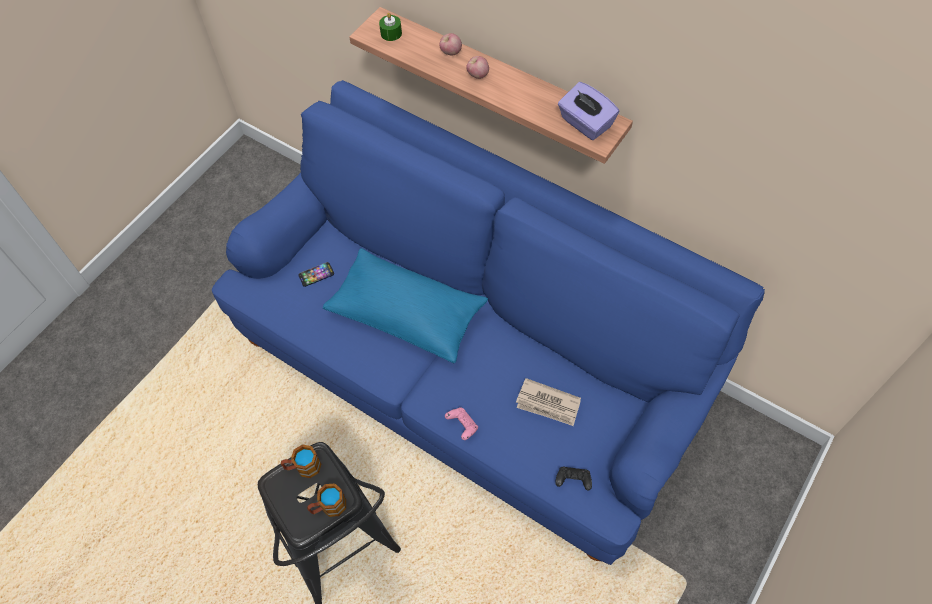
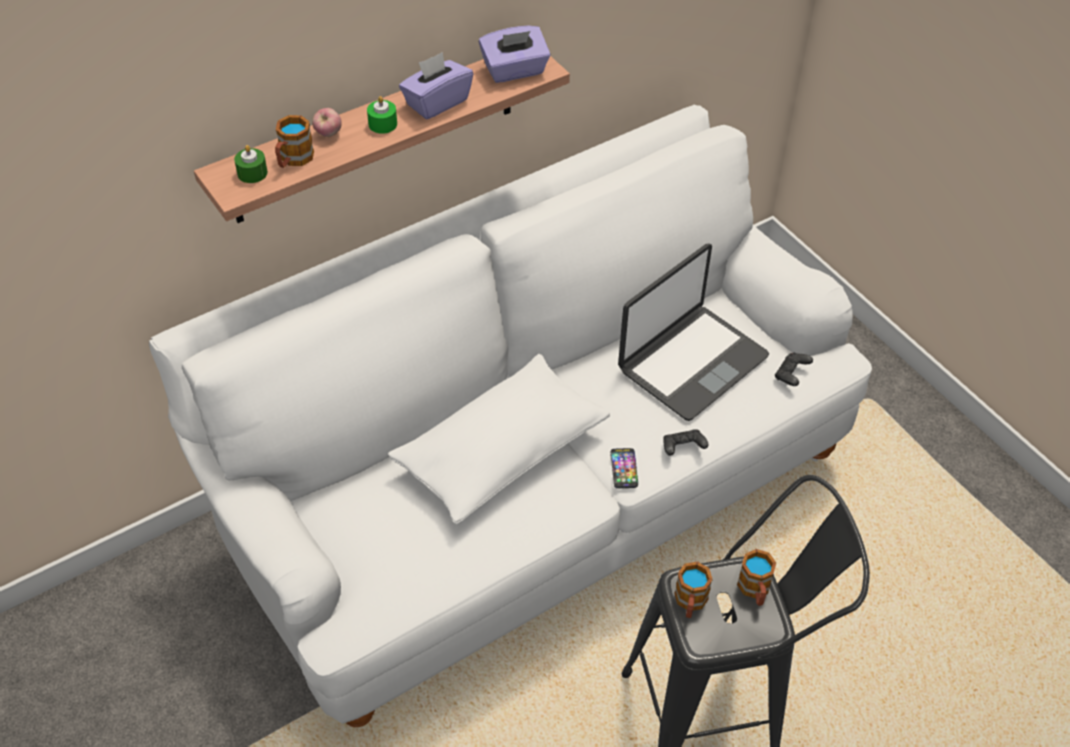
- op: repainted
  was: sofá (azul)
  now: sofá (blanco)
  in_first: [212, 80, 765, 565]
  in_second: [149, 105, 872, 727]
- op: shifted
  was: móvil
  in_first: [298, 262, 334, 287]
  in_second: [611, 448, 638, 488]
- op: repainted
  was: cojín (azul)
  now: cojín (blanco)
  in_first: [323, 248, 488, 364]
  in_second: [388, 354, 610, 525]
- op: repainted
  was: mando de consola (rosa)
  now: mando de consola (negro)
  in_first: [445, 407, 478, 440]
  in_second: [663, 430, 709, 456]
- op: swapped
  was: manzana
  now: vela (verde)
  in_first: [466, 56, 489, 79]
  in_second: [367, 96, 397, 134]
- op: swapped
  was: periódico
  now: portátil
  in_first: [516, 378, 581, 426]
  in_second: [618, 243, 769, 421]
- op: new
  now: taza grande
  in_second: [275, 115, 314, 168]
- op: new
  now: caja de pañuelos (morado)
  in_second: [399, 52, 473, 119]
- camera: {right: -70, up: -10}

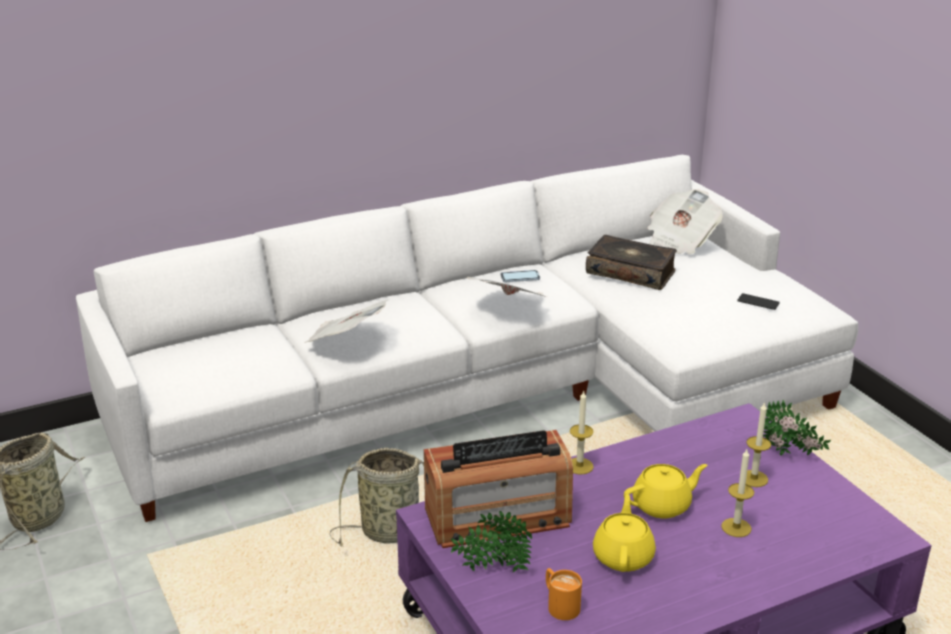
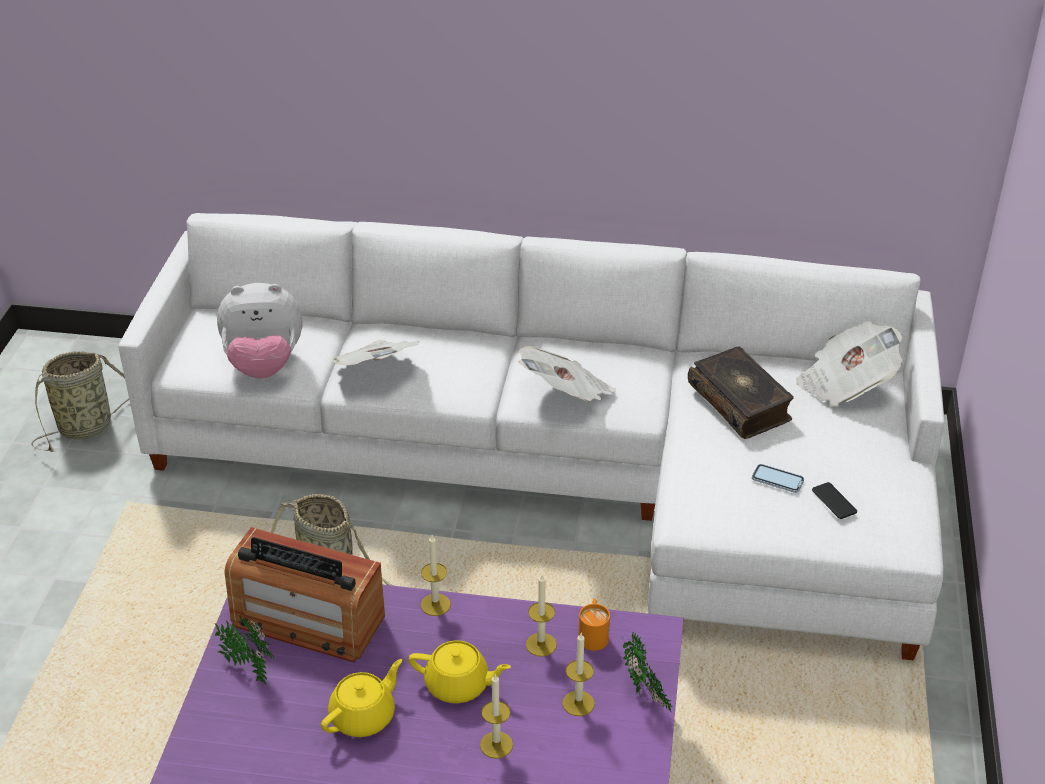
- op: shifted
  was: móvil
  in_first: [501, 270, 540, 282]
  in_second: [752, 464, 804, 493]
- op: shifted
  was: taza grande (naranja)
  in_first: [546, 568, 582, 620]
  in_second: [579, 598, 610, 651]
- op: new
  now: peluche
  in_second: [217, 283, 303, 379]
- op: new
  now: vela
  in_second: [526, 575, 557, 657]
- camera: {right: 35, up: 10}

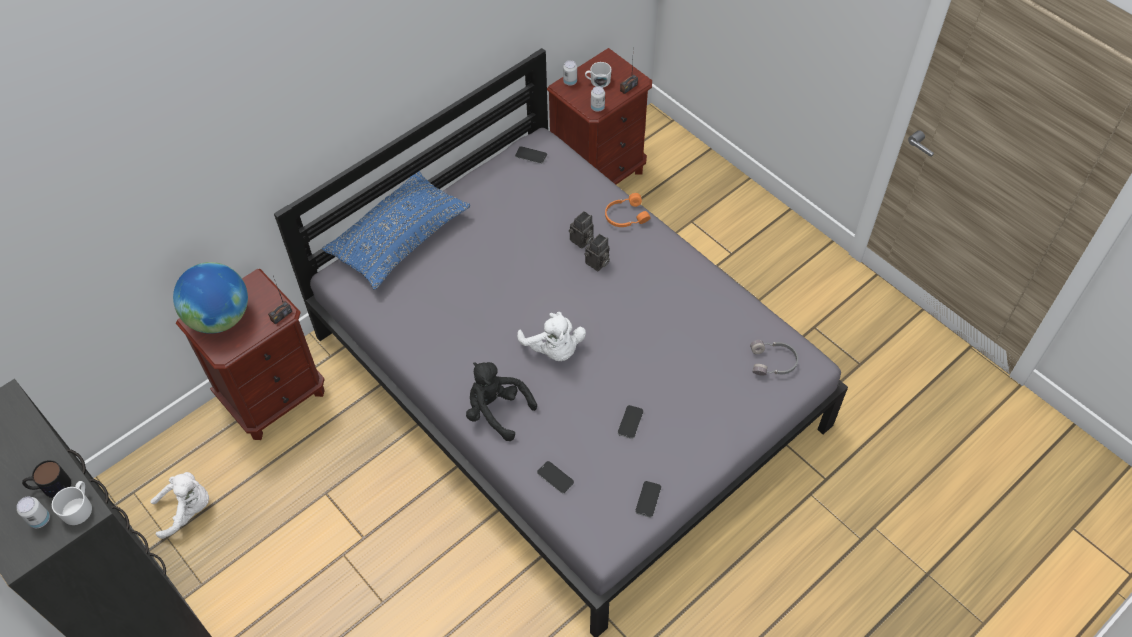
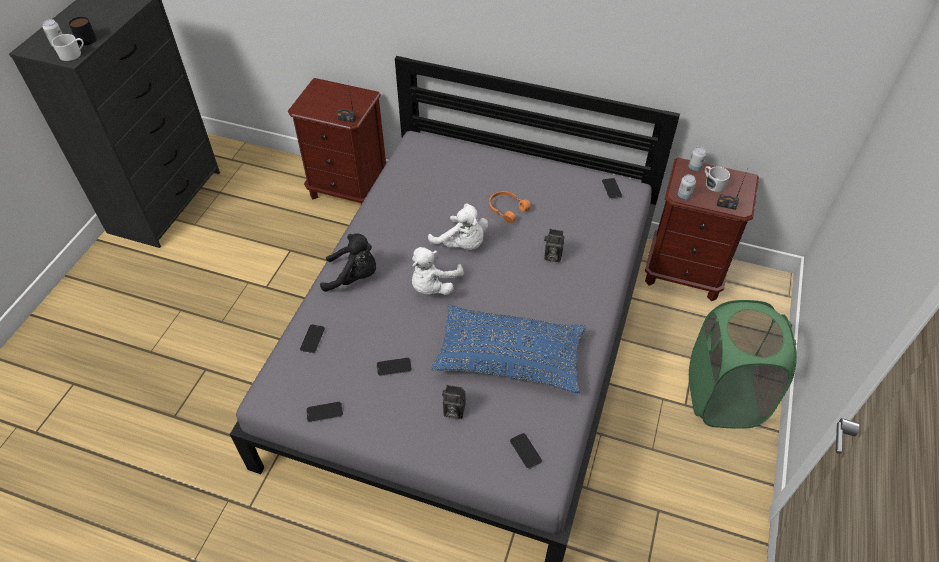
- op: shifted
  was: peluche (blanco)
  in_first: [150, 472, 209, 539]
  in_second: [428, 203, 488, 250]
- op: gone
  was: globo terráqueo
  in_first: [173, 262, 248, 334]
- op: shifted
  was: cojín (azul)
  in_first: [322, 171, 470, 290]
  in_second: [431, 305, 586, 393]
- op: rotated
  was: peluche (negro)
  in_first: [466, 362, 537, 441]
  in_second: [320, 233, 376, 292]
  clockwise: 90
- op: shifted
  was: cámara
  in_first: [584, 234, 610, 271]
  in_second: [442, 385, 466, 419]
- op: shifted
  was: auriculares (naranja)
  in_first: [605, 193, 651, 227]
  in_second: [489, 191, 530, 223]
- op: swapped
  was: auriculares (gris)
  now: móvil
  in_first: [750, 340, 798, 375]
  in_second: [510, 433, 542, 469]
- op: new
  now: cesto de la ropa (verde)
  in_second: [689, 300, 797, 428]
- camera: {right: 60, up: -5}

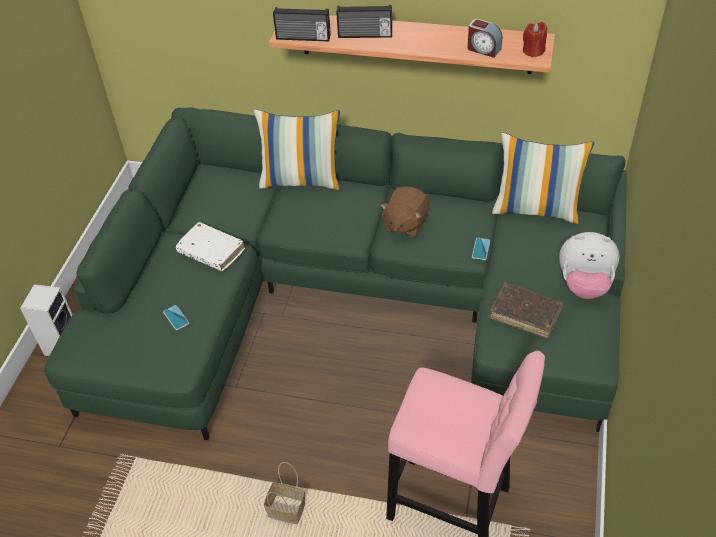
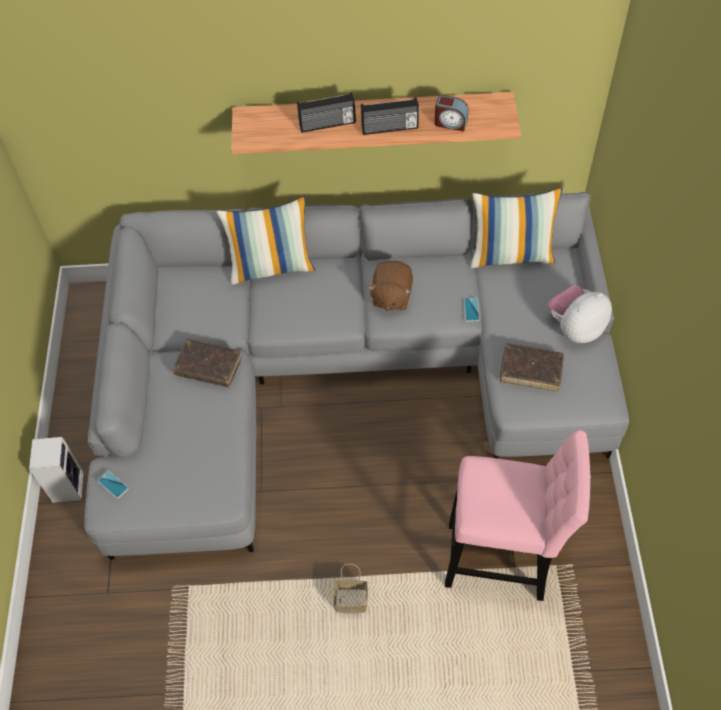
- op: repainted
  was: sofá (verde)
  now: sofá (gris)
  in_first: [44, 107, 627, 440]
  in_second: [84, 192, 629, 560]
- op: shifted
  was: móvil
  in_first: [163, 305, 189, 330]
  in_second: [97, 471, 129, 499]
- op: repainted
  was: libro (blanco)
  now: libro (marrón)
  in_first: [176, 222, 245, 271]
  in_second: [173, 339, 242, 387]
- op: shifted
  was: radio
  in_first: [273, 7, 331, 42]
  in_second: [361, 98, 419, 135]
- op: gone
  was: vela (rojo)
  in_first: [523, 22, 547, 57]
- op: rotated
  was: peluche
  in_first: [559, 232, 619, 299]
  in_second: [548, 286, 612, 343]
  clockwise: 150
- camera: {right: -15, up: 10}

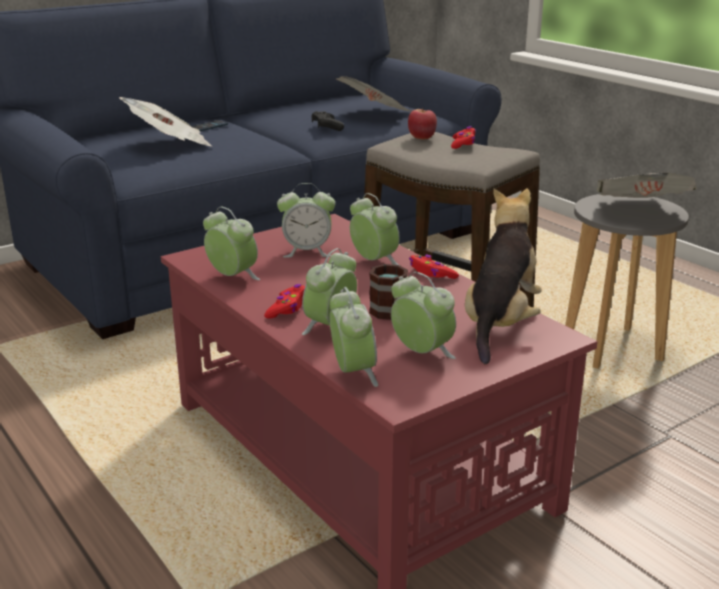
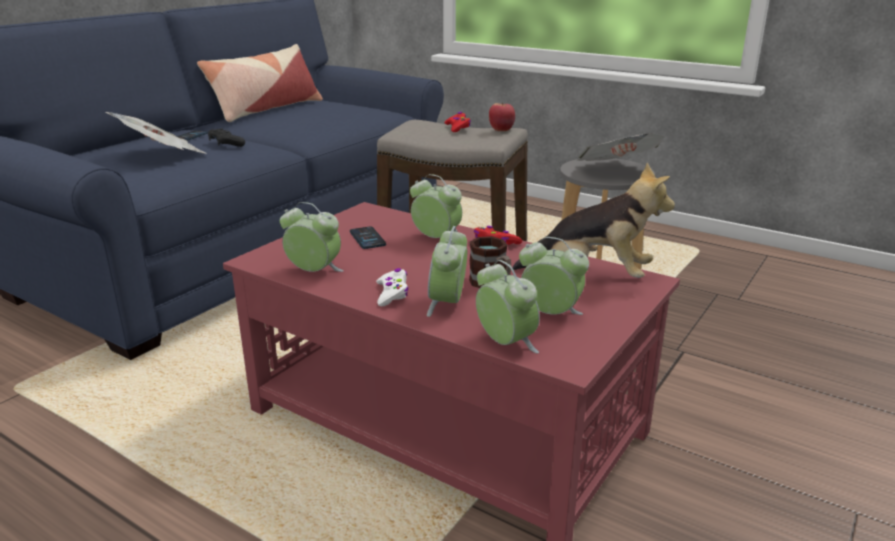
- op: repainted
  was: mando de consola (rojo)
  now: mando de consola (blanco)
  in_first: [264, 284, 305, 319]
  in_second: [376, 268, 408, 306]
- op: swapped
  was: despertador
  now: móvil
  in_first: [277, 183, 335, 257]
  in_second: [350, 227, 386, 249]
- op: shifted
  was: mando de consola (negro)
  in_first: [311, 111, 344, 131]
  in_second: [208, 128, 245, 147]
- op: gone
  was: periódico
  in_first: [336, 76, 411, 111]
- op: shifted
  was: manzana
  in_first: [408, 109, 437, 139]
  in_second: [489, 103, 515, 131]
- op: rotated
  was: peluche
  in_first: [465, 188, 542, 364]
  in_second: [512, 163, 675, 278]
  clockwise: 105
- op: new
  now: cojín
  in_second: [197, 44, 323, 122]
- camera: {right: -20, up: 0}

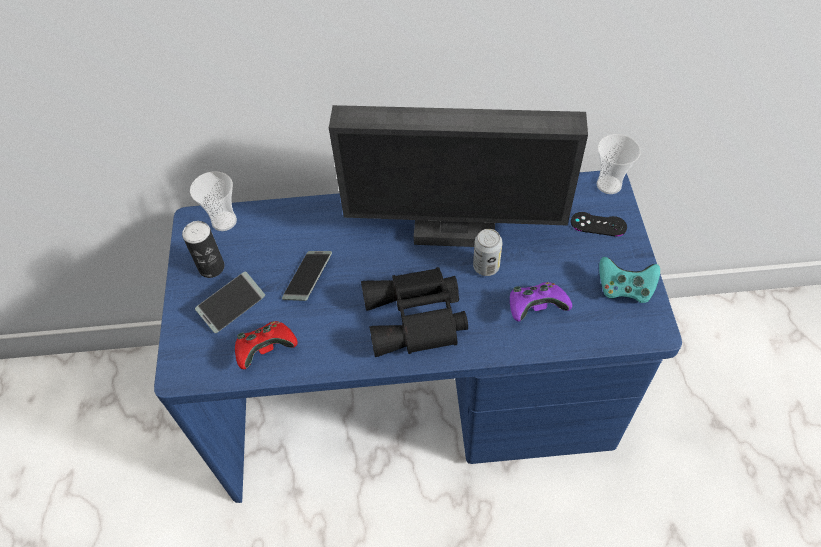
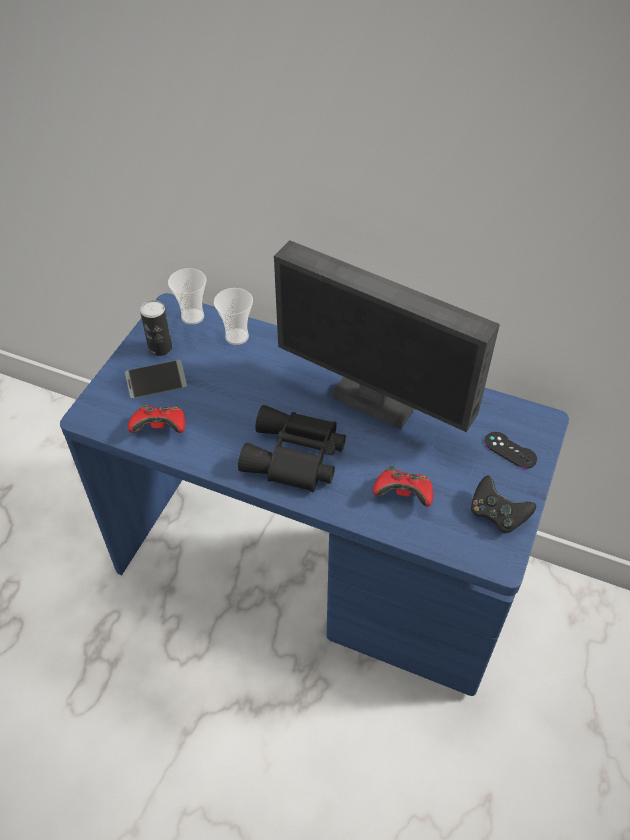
- op: gone
  was: móvil
  in_first: [282, 251, 332, 301]
- op: gone
  was: lata
  in_first: [473, 229, 502, 276]
- op: repainted
  was: mando de consola (morado)
  now: mando de consola (rojo)
  in_first: [510, 282, 572, 322]
  in_second: [373, 466, 433, 507]
- op: shifted
  was: taza
  in_first: [597, 134, 641, 194]
  in_second: [214, 288, 253, 345]
- op: repainted
  was: mando de consola (turquesa)
  now: mando de consola (negro)
  in_first: [599, 257, 660, 303]
  in_second: [471, 475, 536, 533]
- camera: {right: 25, up: -5}

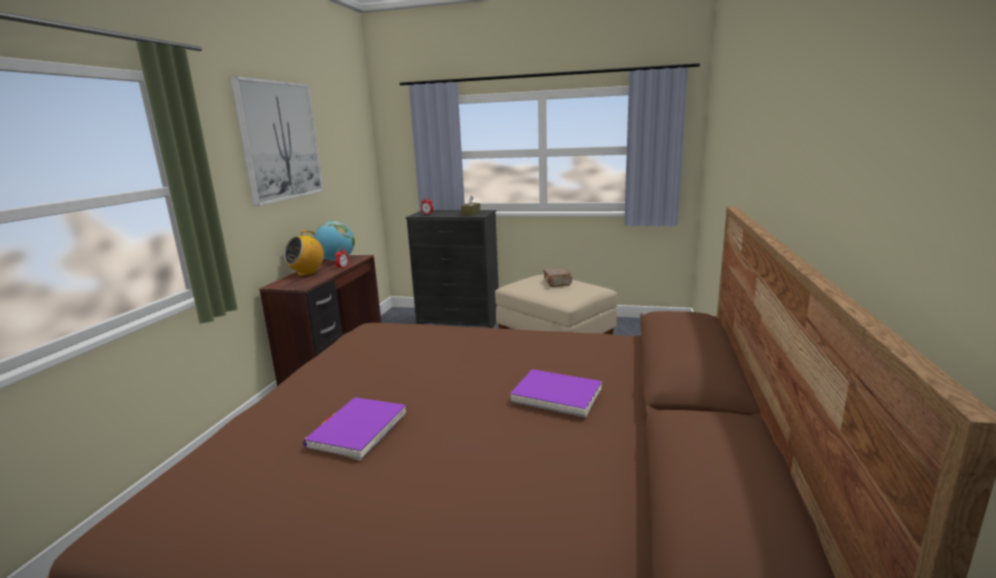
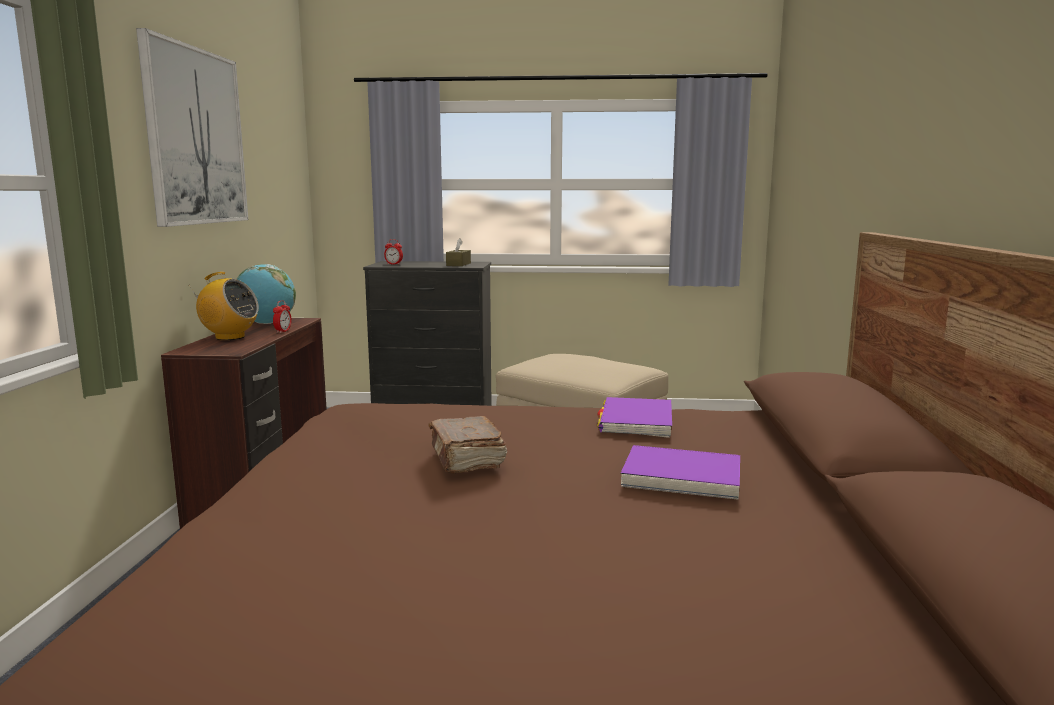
- op: rotated
  was: radio
  in_first: [284, 231, 324, 276]
  in_second: [188, 272, 259, 340]
  clockwise: -105
- op: shifted
  was: libro (morado)
  in_first: [303, 397, 406, 461]
  in_second: [597, 397, 672, 438]
- op: shifted
  was: libro (marrón)
  in_first: [543, 268, 573, 287]
  in_second: [429, 416, 507, 473]
- camera: {right: -10, up: -5}

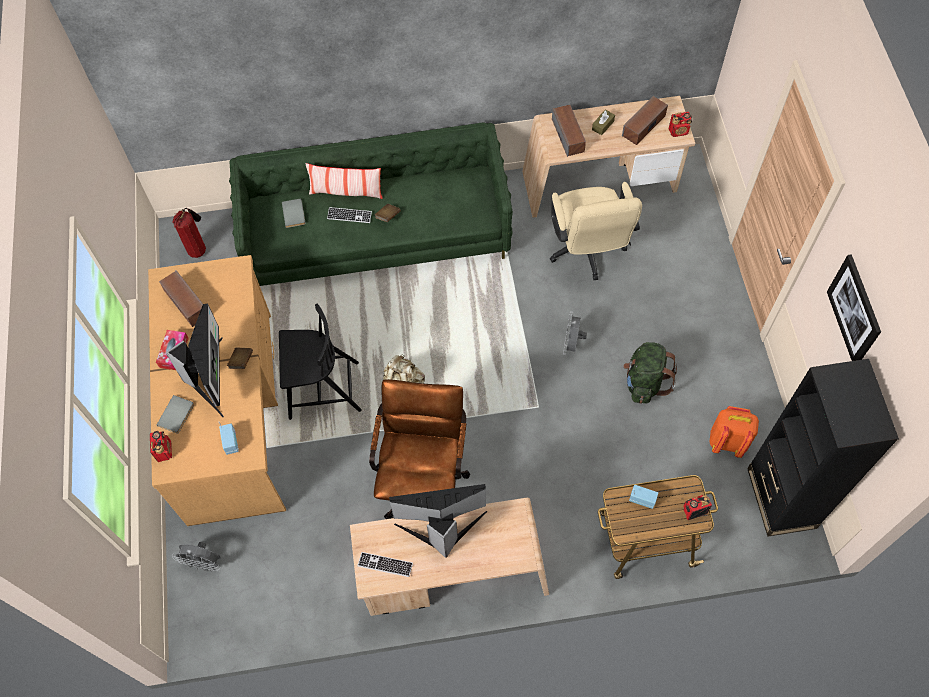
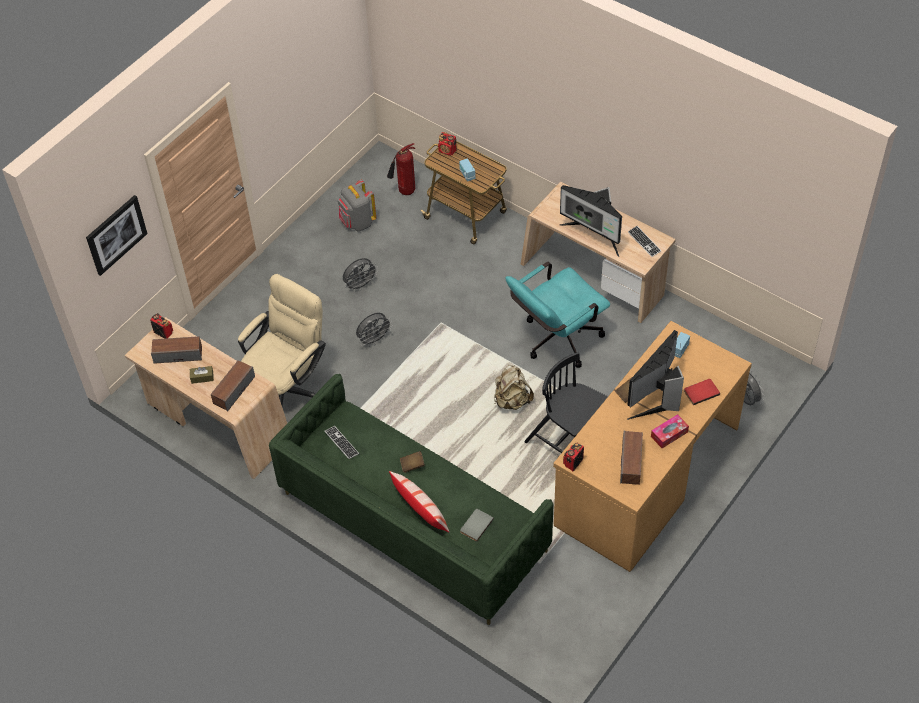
- op: shifted
  was: radio
  in_first: [150, 431, 172, 462]
  in_second: [563, 443, 584, 471]
- op: repainted
  was: libro (gris)
  now: libro (rojo)
  in_first: [157, 395, 194, 434]
  in_second: [684, 379, 720, 405]
- op: shifted
  was: extintor
  in_first: [172, 208, 206, 258]
  in_second: [387, 143, 415, 195]
- op: shifted
  was: teclado
  in_first: [327, 207, 372, 223]
  in_second: [324, 426, 359, 459]
- op: repainted
  was: silla de oficina (marrón)
  now: silla de oficina (turquesa)
  in_first: [369, 379, 470, 519]
  in_second: [506, 262, 610, 368]
- op: swapped
  was: mochila (verde)
  now: ventilador (gris)
  in_first: [623, 342, 677, 404]
  in_second: [343, 258, 378, 292]
- op: repainted
  was: mochila (naranja)
  now: mochila (gris)
  in_first: [709, 406, 759, 458]
  in_second: [338, 180, 376, 232]
- op: gone
  was: estantería (negro)
  in_first: [747, 359, 899, 537]
- op: shifted
  was: cuadro
  in_first: [827, 254, 881, 361]
  in_second: [86, 195, 147, 276]
- camera: {right: -135, up: -10}

